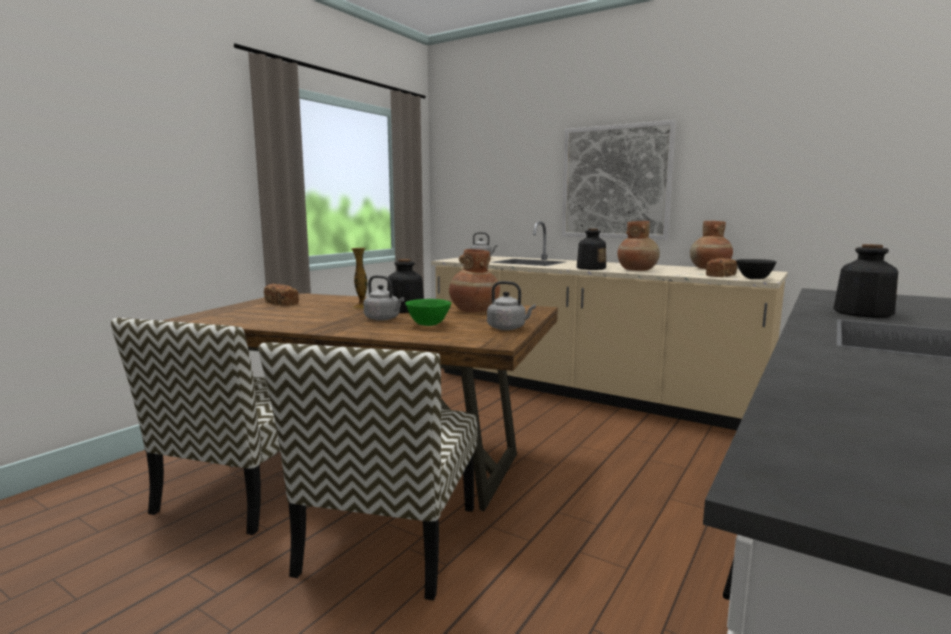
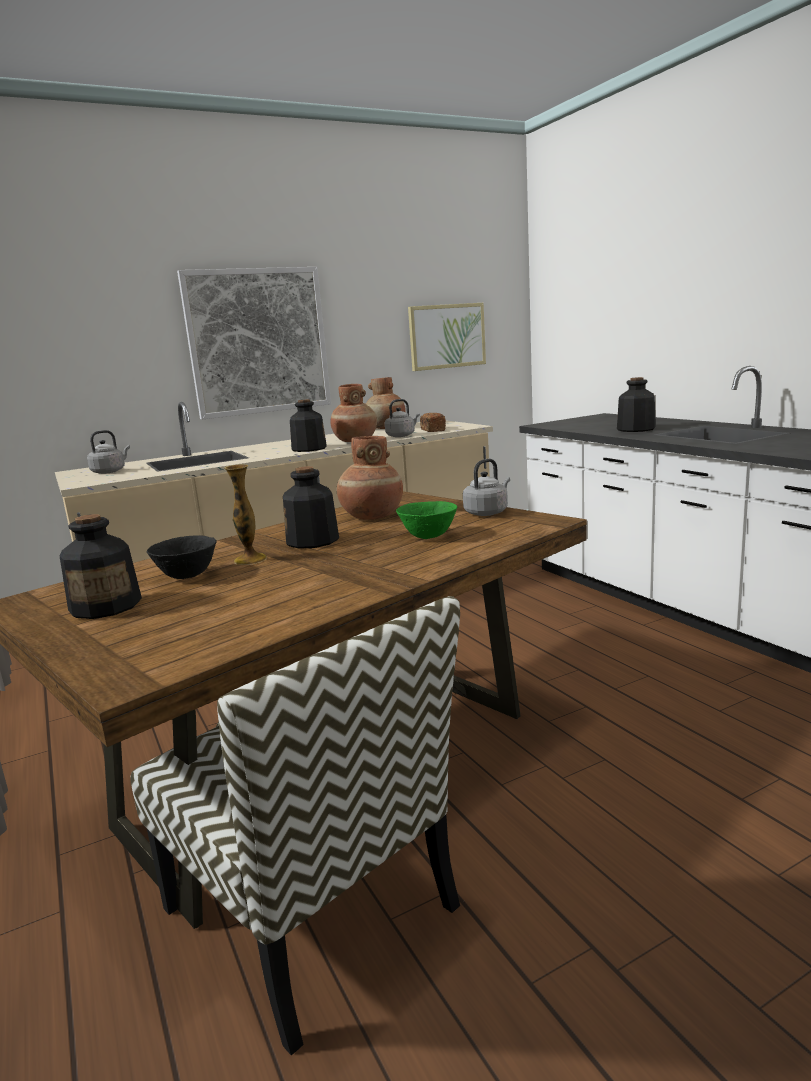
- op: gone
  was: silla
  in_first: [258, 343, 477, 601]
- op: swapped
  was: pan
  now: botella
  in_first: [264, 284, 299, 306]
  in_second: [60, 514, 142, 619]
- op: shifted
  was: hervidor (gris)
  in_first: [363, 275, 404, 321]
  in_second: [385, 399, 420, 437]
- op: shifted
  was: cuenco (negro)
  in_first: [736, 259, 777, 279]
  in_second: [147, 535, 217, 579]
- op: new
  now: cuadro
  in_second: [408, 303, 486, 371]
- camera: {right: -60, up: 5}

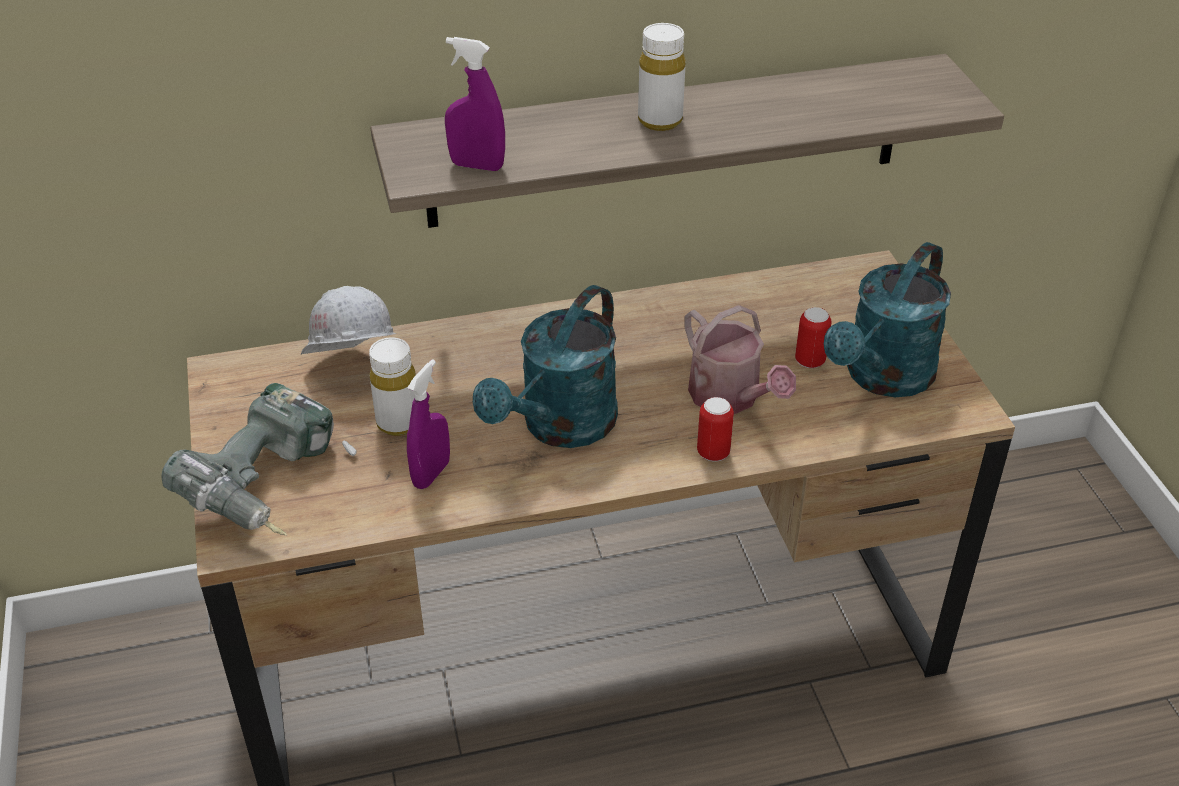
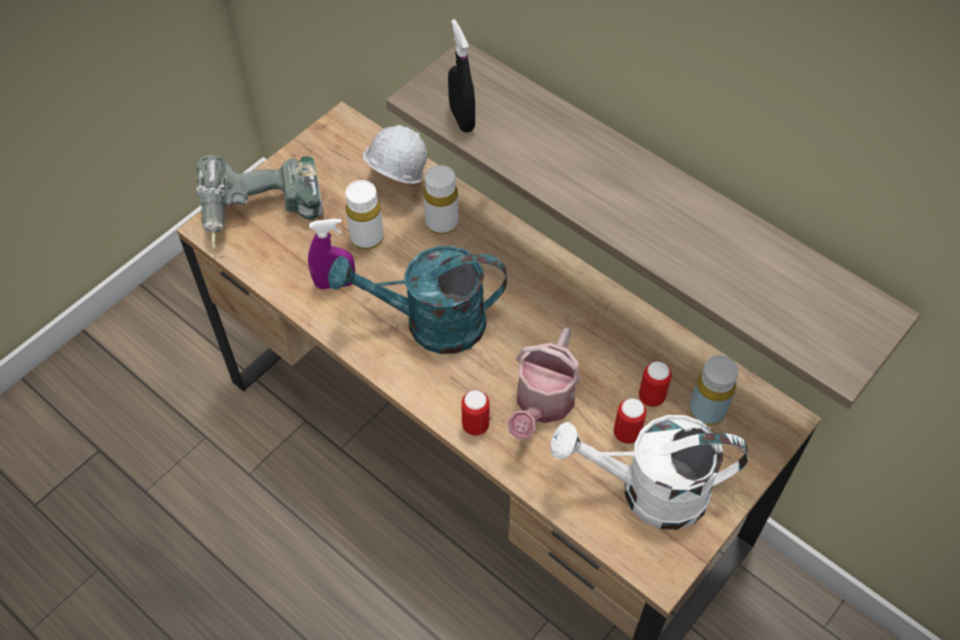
- op: repainted
  was: pulverizador (morado)
  now: pulverizador (negro)
  in_first: [445, 37, 505, 171]
  in_second: [448, 19, 475, 132]
- op: shifted
  was: botella (blanco)
  in_first: [638, 23, 685, 131]
  in_second: [424, 165, 459, 235]
- op: repainted
  was: regadera (turquesa)
  now: regadera (blanco)
  in_first: [824, 242, 951, 397]
  in_second: [550, 415, 748, 530]
- op: new
  now: lata
  in_second: [639, 361, 672, 407]
- op: new
  now: botella (amarillo)
  in_second: [689, 355, 739, 425]
- camera: {right: 55, up: 15}

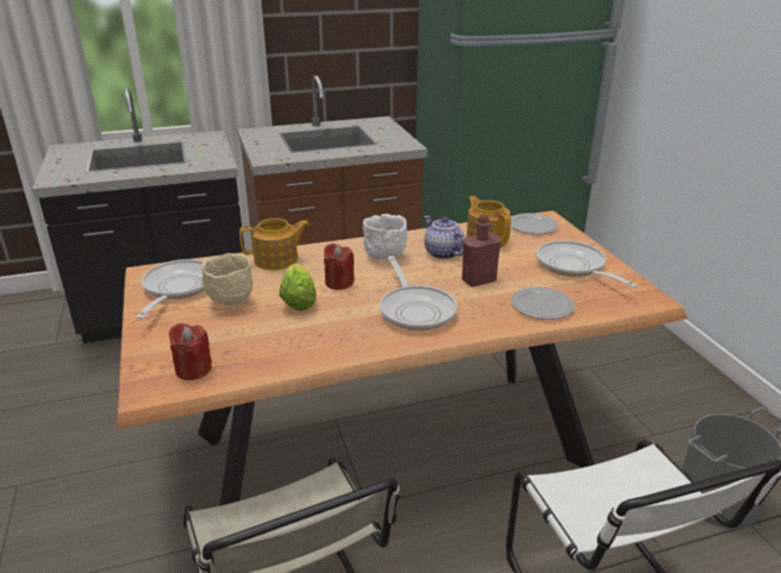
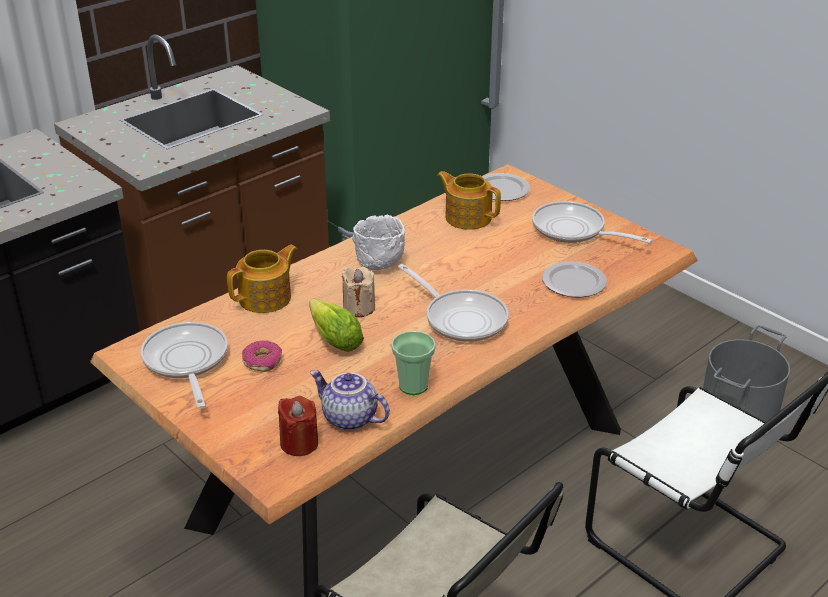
- op: swapped
  was: cuenco (beis)
  now: rosquilla
  in_first: [201, 253, 253, 306]
  in_second: [242, 340, 282, 372]
- op: repainted
  was: vela (rojo)
  now: vela (beis)
  in_first: [324, 243, 354, 290]
  in_second: [342, 267, 375, 317]
- op: shifted
  was: tetera
  in_first: [424, 216, 465, 259]
  in_second: [310, 370, 390, 430]
- op: gone
  was: botella (rojo)
  in_first: [462, 214, 501, 287]
- op: new
  now: taza
  in_second: [391, 331, 436, 395]
- camera: {right: -25, up: 5}

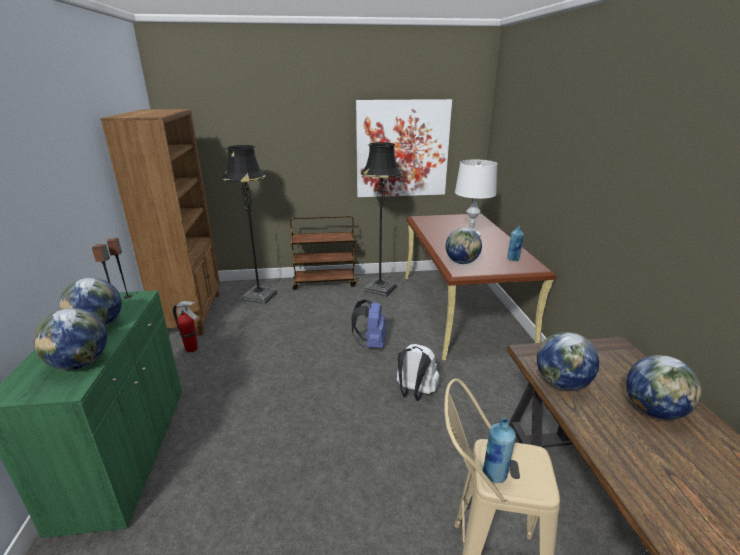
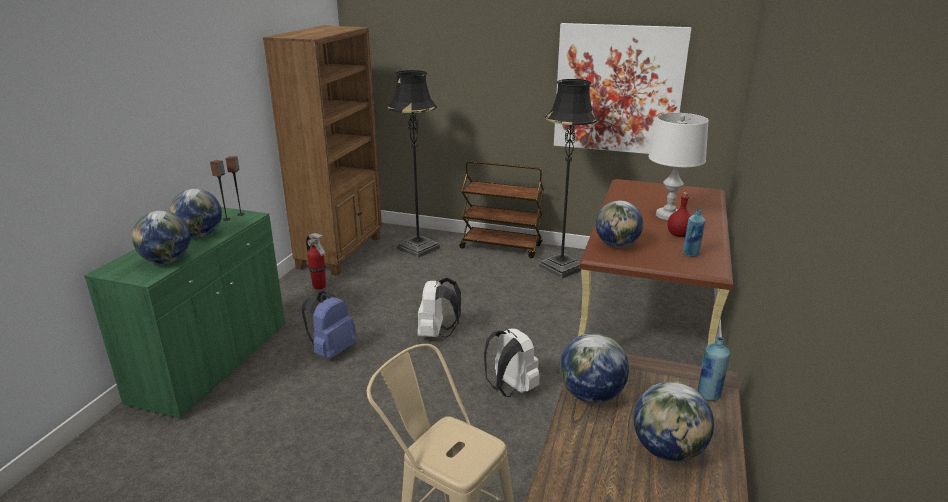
- op: shifted
  was: mochila (azul)
  in_first: [351, 299, 386, 349]
  in_second: [302, 291, 356, 359]
- op: shifted
  was: botella (azul)
  in_first: [482, 418, 516, 483]
  in_second: [697, 337, 730, 401]
- op: new
  now: mochila (blanco)
  in_second: [417, 278, 461, 338]
- op: new
  now: botella (rojo)
  in_second: [667, 192, 692, 237]
- camera: {right: 25, up: 0}

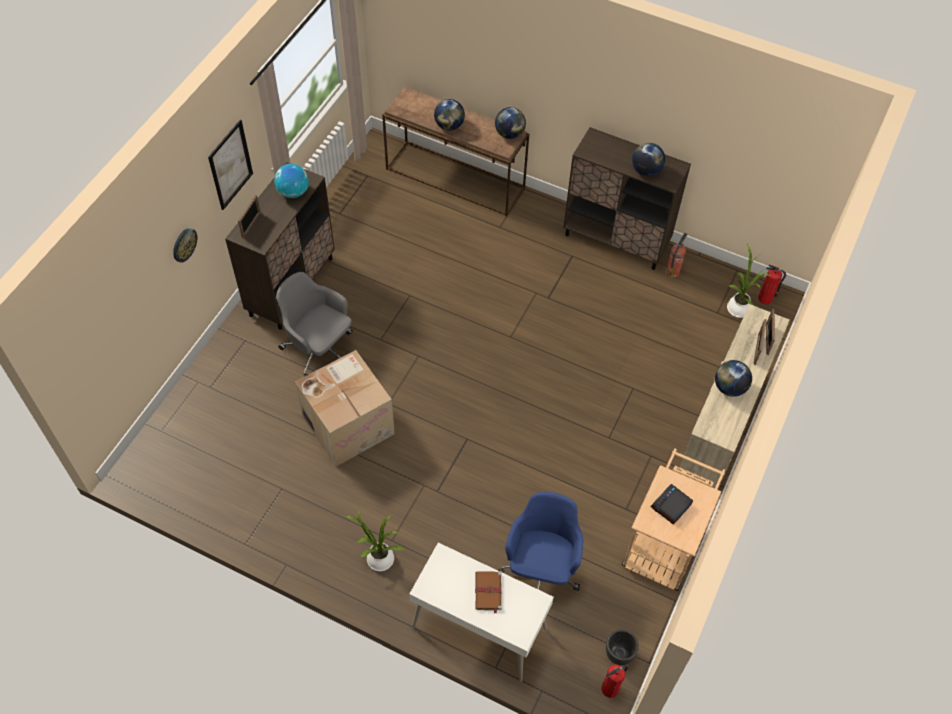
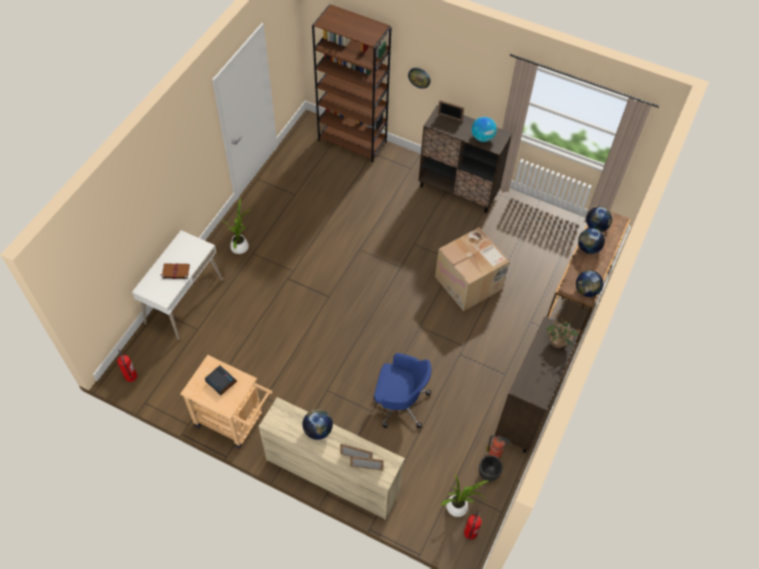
- op: gone
  was: cuadro
  in_first: [208, 120, 253, 210]
- op: gone
  was: silla de oficina (gris)
  in_first: [276, 272, 353, 377]
- op: shifted
  was: caja de cartón
  in_first: [295, 350, 395, 467]
  in_second: [435, 227, 510, 311]
- op: shifted
  was: silla de oficina (azul)
  in_first: [498, 492, 583, 591]
  in_second: [373, 353, 431, 428]
- op: shifted
  was: maceta (negro)
  in_first: [606, 630, 639, 665]
  in_second: [479, 455, 503, 482]
- op: shifted
  was: globo terráqueo
  in_first: [632, 143, 665, 176]
  in_second: [586, 207, 612, 232]
- op: new
  now: estantería (marrón)
  in_second: [312, 5, 391, 162]
- op: new
  now: planta en maceta
  in_second: [546, 314, 581, 348]
- camera: {right: 90, up: 0}

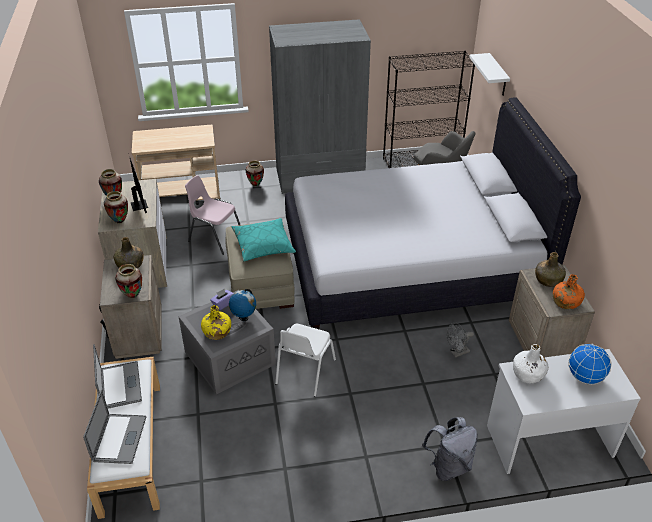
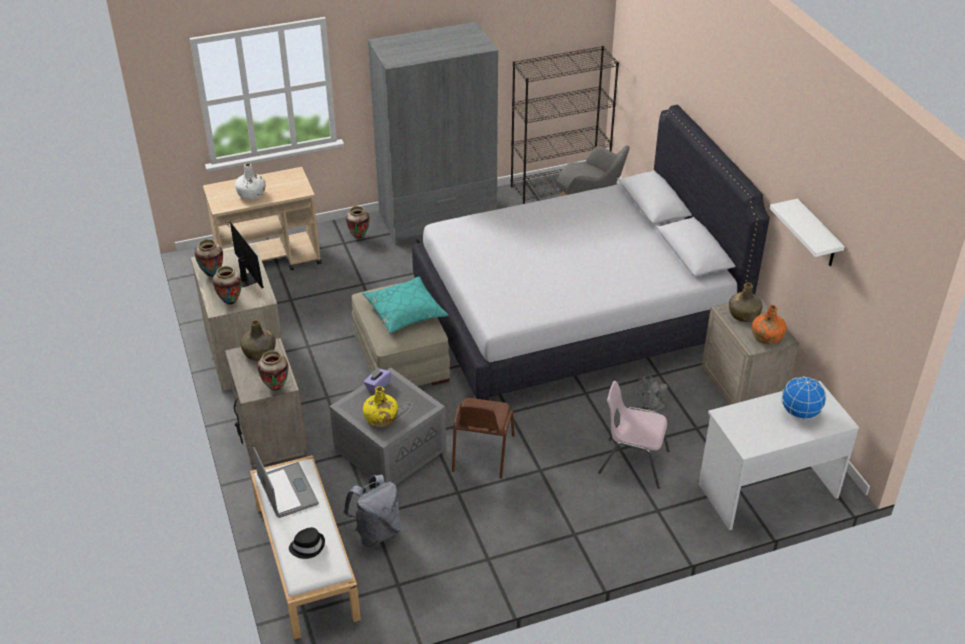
- op: swapped
  was: portátil
  now: sombrero (negro)
  in_first: [83, 390, 146, 464]
  in_second: [289, 527, 325, 559]
- op: shifted
  was: silla (rosa)
  in_first: [185, 175, 240, 255]
  in_second: [598, 381, 670, 489]
- op: gone
  was: globo terráqueo
  in_first: [229, 289, 256, 321]
- op: repainted
  was: silla (blanco)
  now: silla (marrón)
  in_first: [275, 324, 336, 397]
  in_second: [452, 398, 515, 479]
- op: shifted
  was: mochila (gris)
  in_first: [422, 417, 478, 481]
  in_second: [343, 475, 400, 547]
- op: shifted
  was: estante (blanco)
  in_first: [469, 53, 510, 96]
  in_second: [770, 199, 845, 266]
- op: shifted
  was: botella (blanco)
  in_first: [513, 344, 549, 383]
  in_second: [235, 163, 266, 200]
- camera: {right: -10, up: 0}

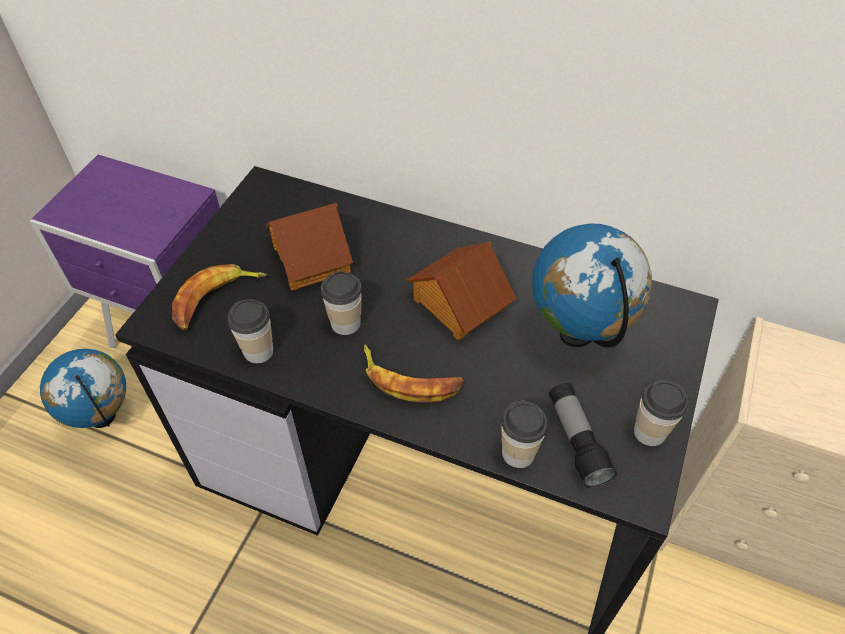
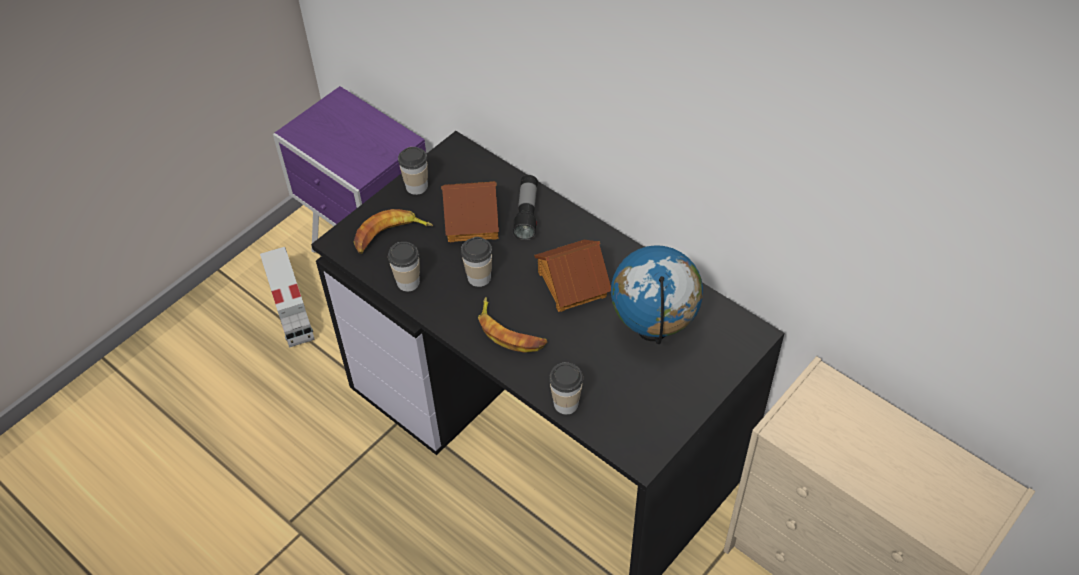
- op: swapped
  was: globo terráqueo
  now: camión de juguete
  in_first: [40, 349, 126, 428]
  in_second: [260, 247, 315, 348]
- op: shifted
  was: linterna
  in_first: [549, 383, 617, 488]
  in_second: [512, 175, 538, 240]
- op: shifted
  was: taza
  in_first: [634, 380, 689, 446]
  in_second: [398, 147, 428, 195]
- camera: {right: 20, up: 0}

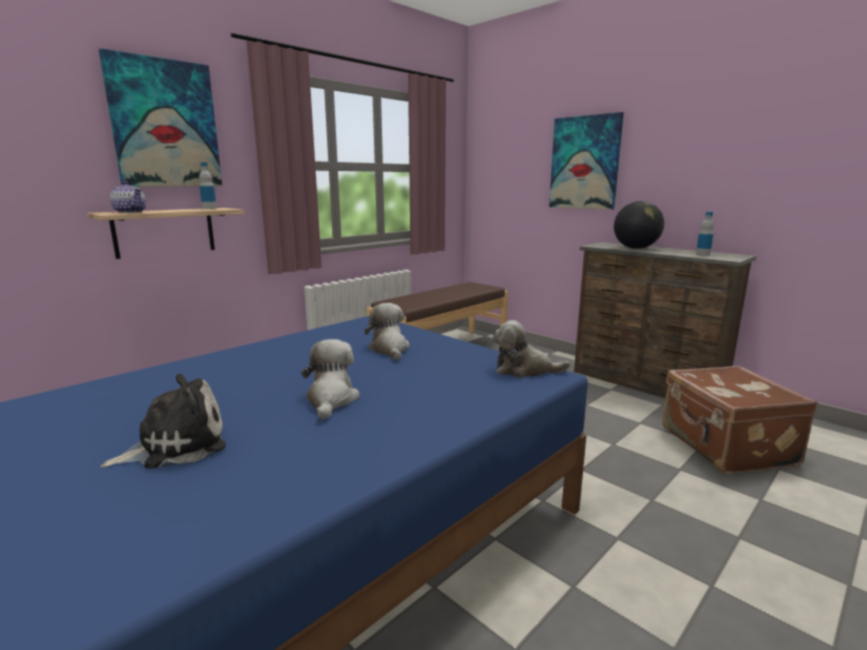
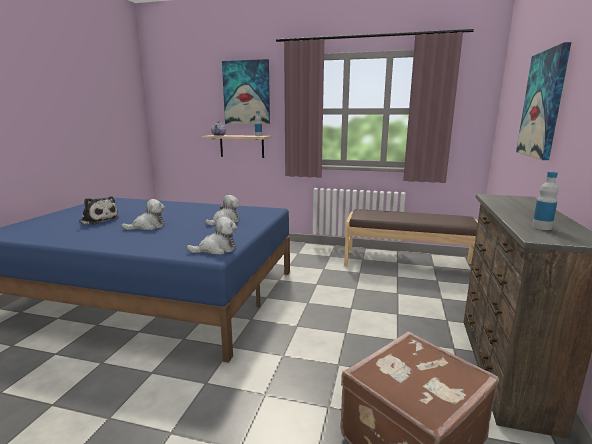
- op: rotated
  was: peluche
  in_first: [493, 320, 570, 378]
  in_second: [186, 217, 237, 255]
  clockwise: 90
- op: gone
  was: globo terráqueo
  in_first: [614, 201, 664, 249]
- camera: {right: 60, up: 0}

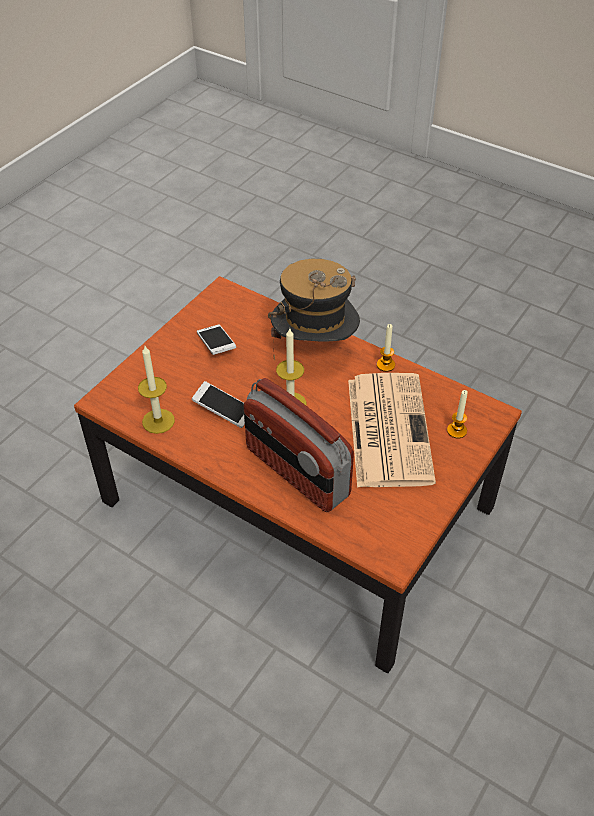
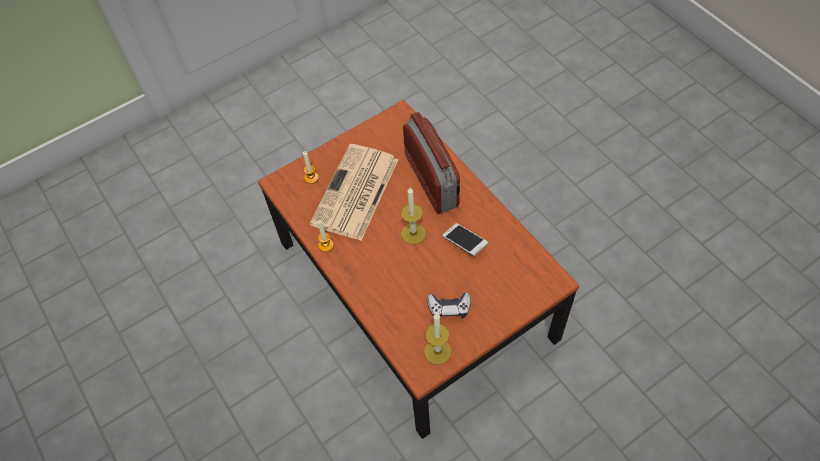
- op: shifted
  was: vela
  in_first: [138, 346, 175, 434]
  in_second: [424, 313, 452, 365]
- op: swapped
  was: móvil
  now: mando de consola
  in_first: [197, 324, 236, 355]
  in_second: [427, 292, 471, 318]
- op: gone
  was: sombrero
  in_first: [268, 259, 360, 360]
- camera: {right: -155, up: 10}

